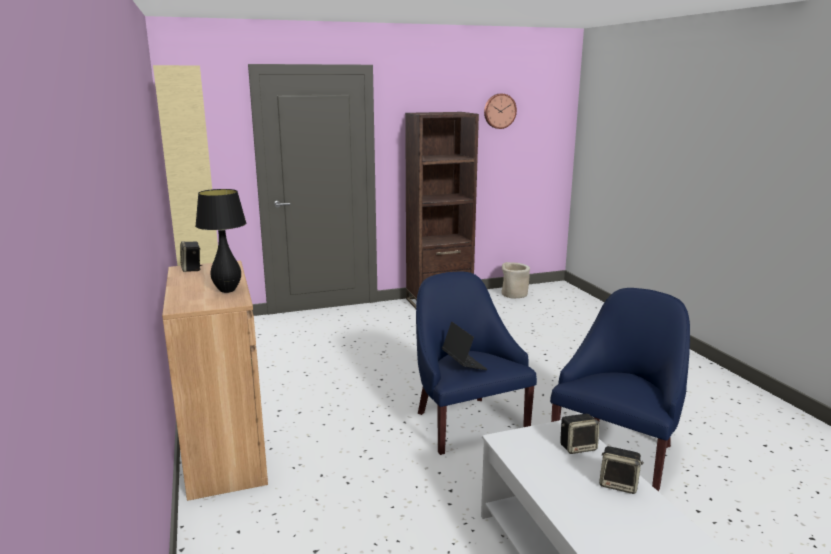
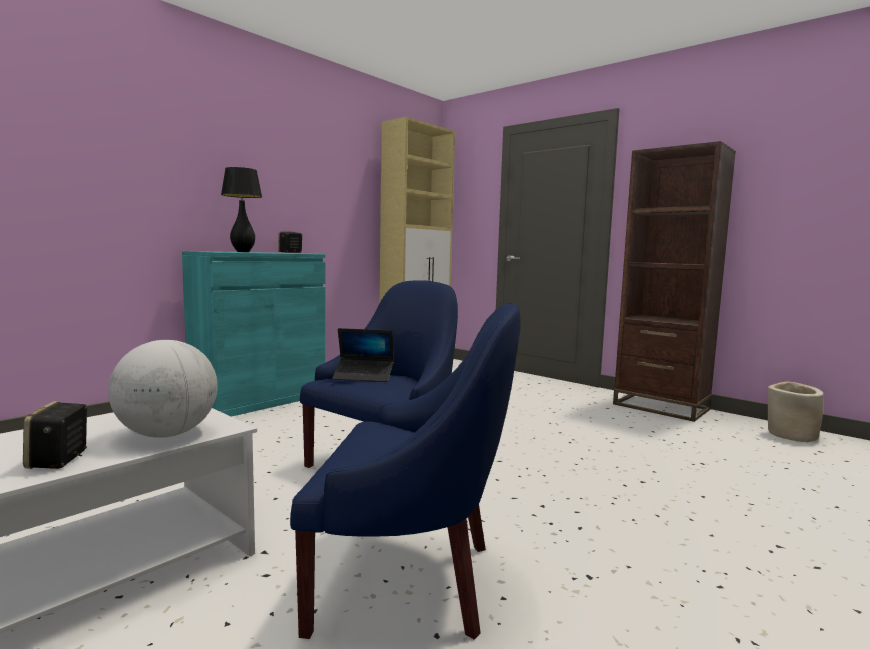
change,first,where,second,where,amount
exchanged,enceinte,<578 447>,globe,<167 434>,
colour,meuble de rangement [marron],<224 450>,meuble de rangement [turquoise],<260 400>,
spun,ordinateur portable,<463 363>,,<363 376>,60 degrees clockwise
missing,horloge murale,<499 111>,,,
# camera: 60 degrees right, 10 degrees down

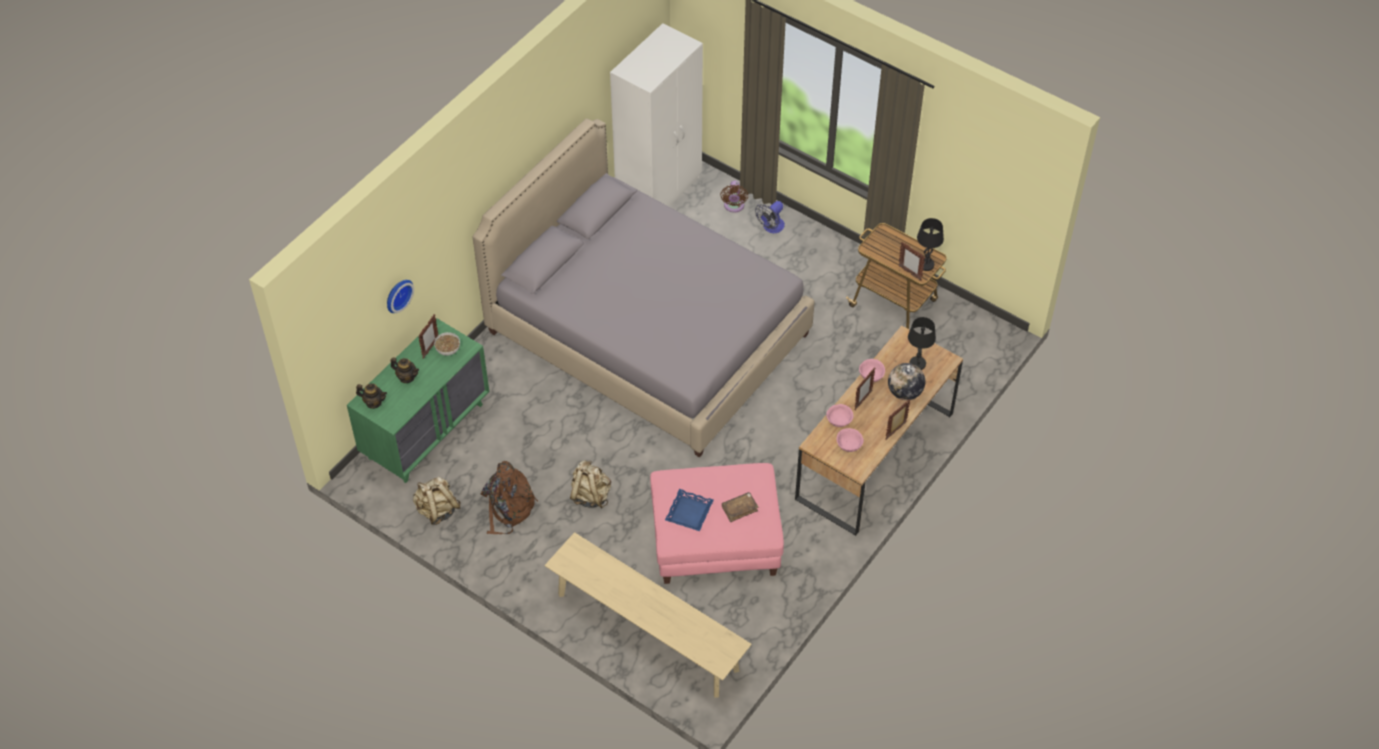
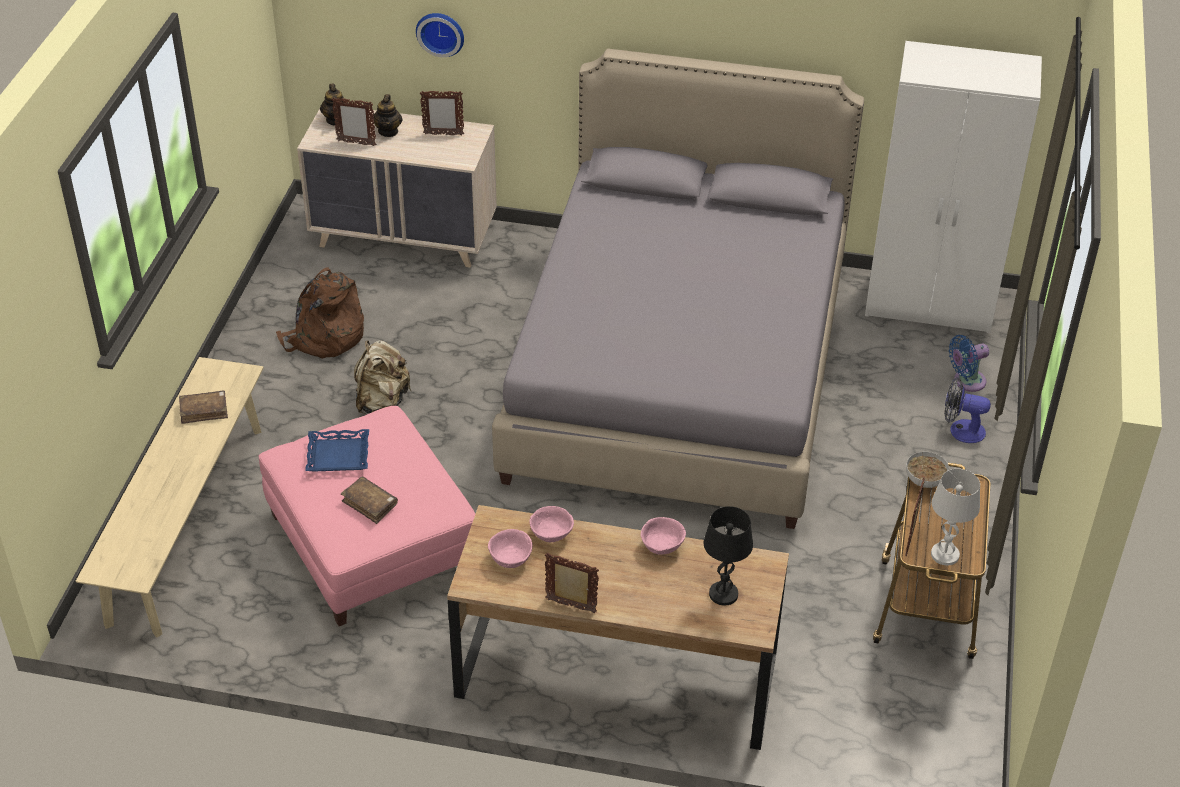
change,first,where,second,where,amount
appeared,,,livre [marron],<204 411>,
colour,commode [vert],<426 430>,commode [beige],<404 237>,
relocated,cadre photo,<862 401>,,<356 143>,
relocated,bol,<447 349>,,<924 480>,
colour,lampe de table [noir],<926 265>,lampe de table [blanc],<944 555>,
colour,ventilateur [marron],<734 206>,ventilateur [bleu],<966 381>,
missing,sac à dos [beige],<437 510>,,,
missing,globe,<905 392>,,,
# camera: 65 degrees right, 10 degrees down

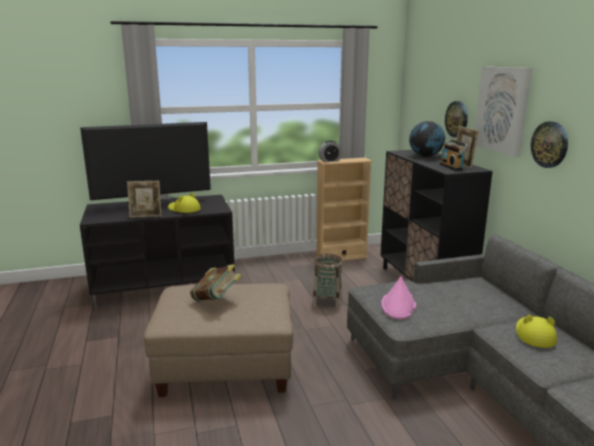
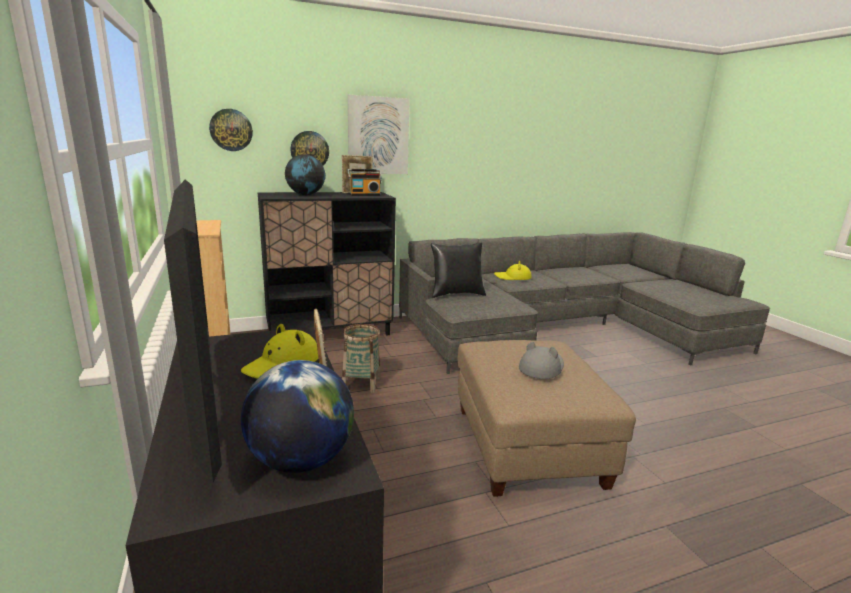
change,first,where,second,where,amount
relocated,horloge murale,<549 144>,,<231 130>,
appeared,,,globe,<301 460>,
appeared,,,coussin [noir],<456 294>,
exchanged,livre,<216 300>,chapeau [gris],<541 367>,
missing,réveil,<329 161>,,,
missing,chapeau [rose],<398 305>,,,
# camera: 95 degrees left, 0 degrees up

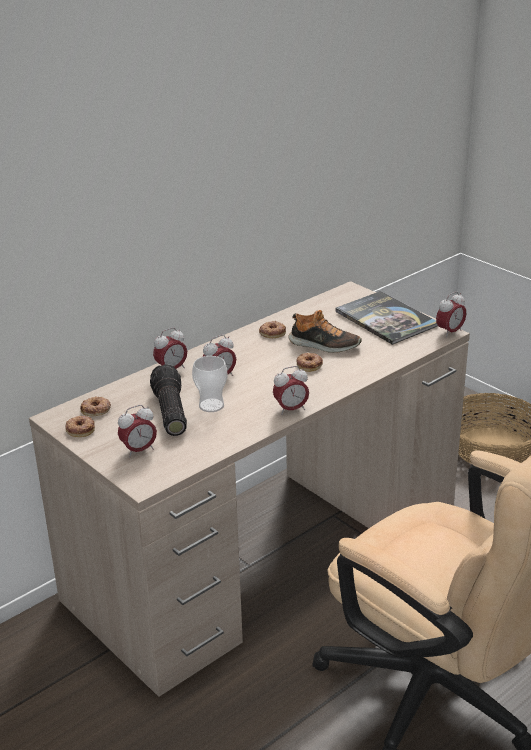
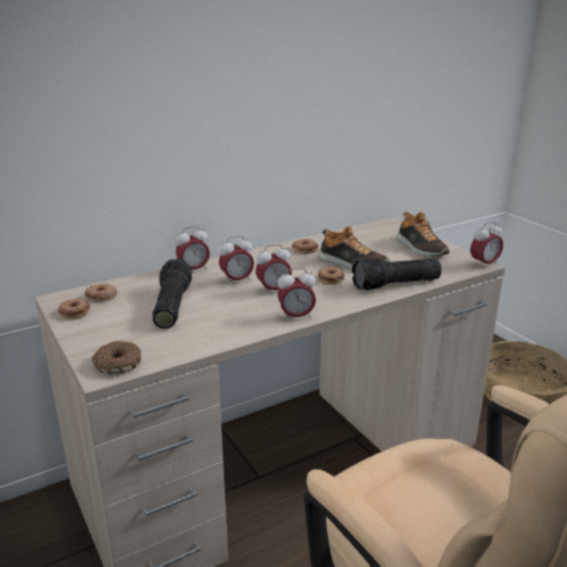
change,first,where,second,where,amount
appeared,,,beignet,<117 364>,
relocated,réveil,<139 450>,,<273 290>,
appeared,,,lampe de poche,<396 285>,
exchanged,livre,<386 319>,chaussure,<420 248>,
missing,tasse,<211 405>,,,
# camera: 10 degrees right, 5 degrees down

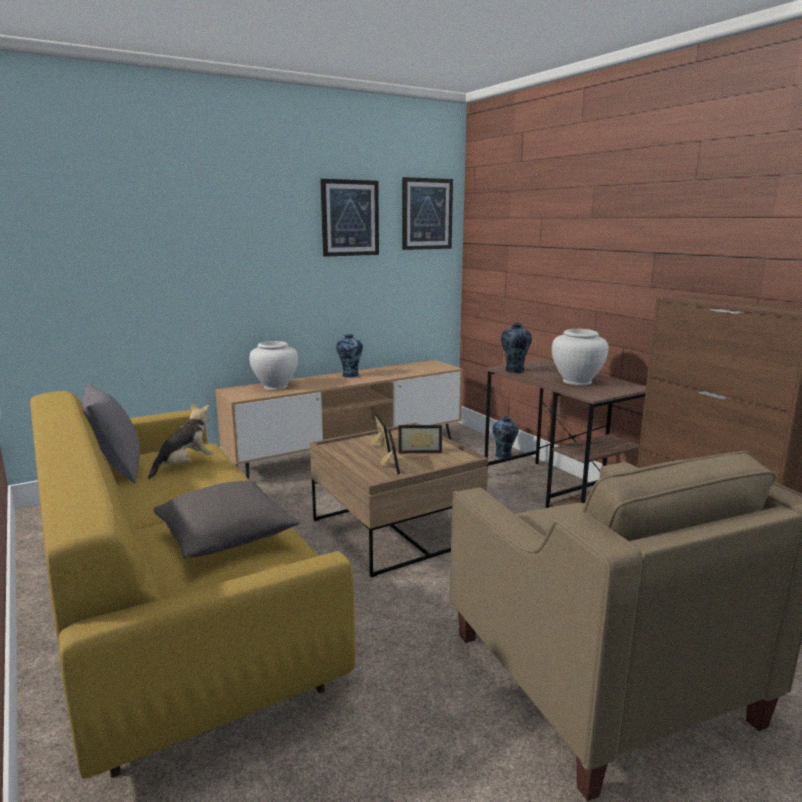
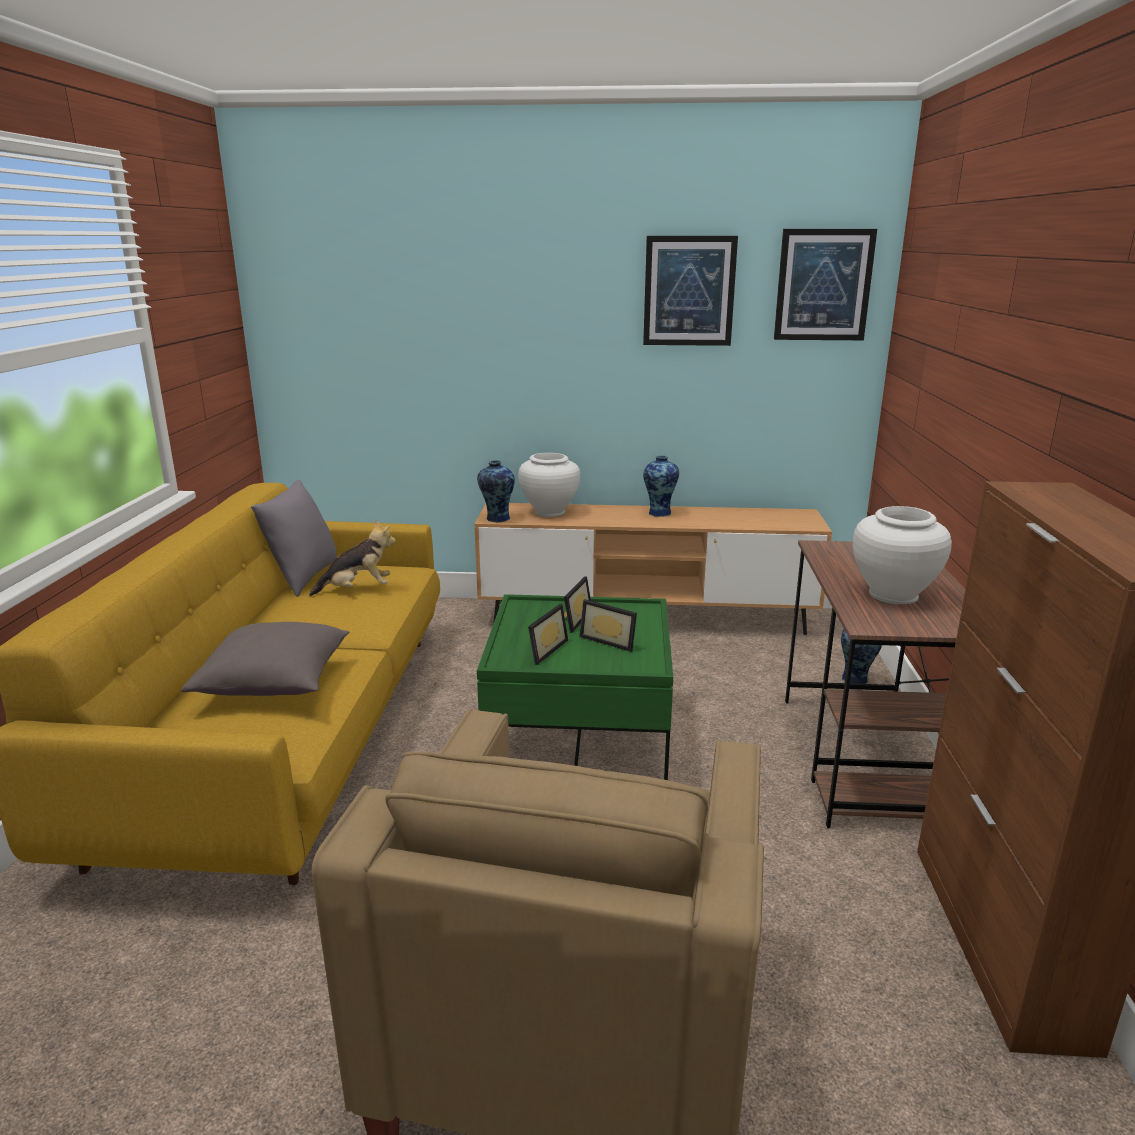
change,first,where,second,where,amount
relocated,vase,<514 371>,,<496 519>,
colour,table basse [marron],<395 530>,table basse [vert],<578 736>,
# camera: 35 degrees right, 5 degrees up

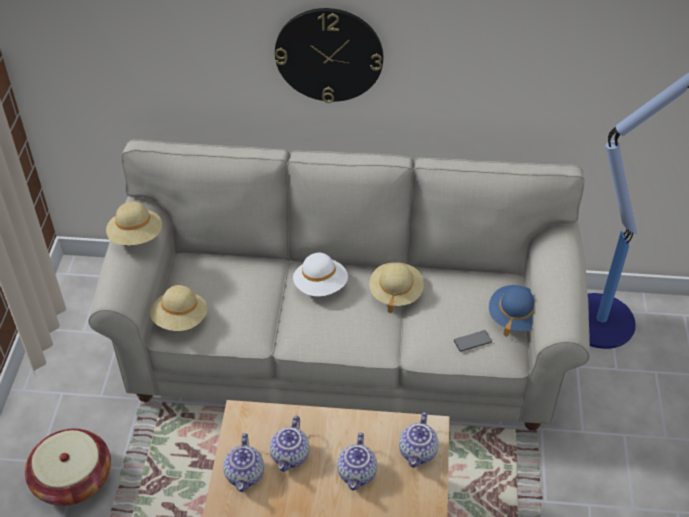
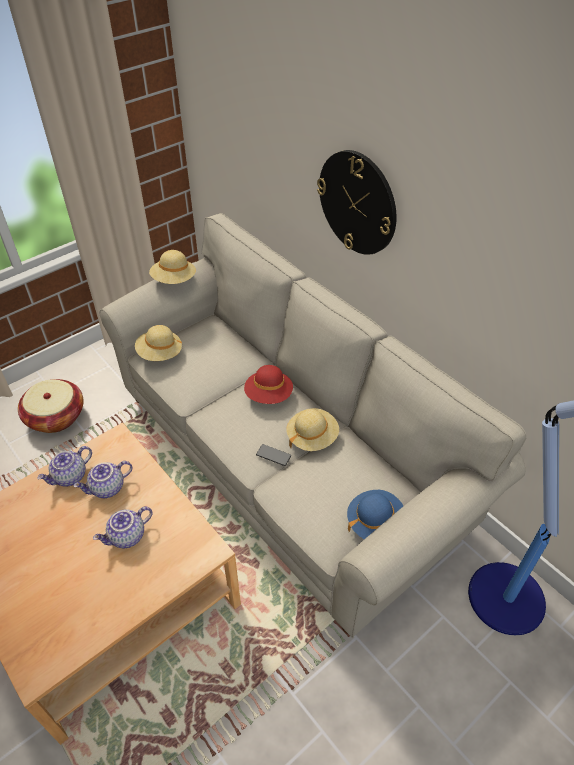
change,first,where,second,where,amount
colour,chapeau [blanc],<320 286>,chapeau [rouge],<269 395>,
relocated,téléphone,<472 341>,,<273 455>,
missing,théière,<418 452>,,,
# camera: 45 degrees right, 0 degrees up

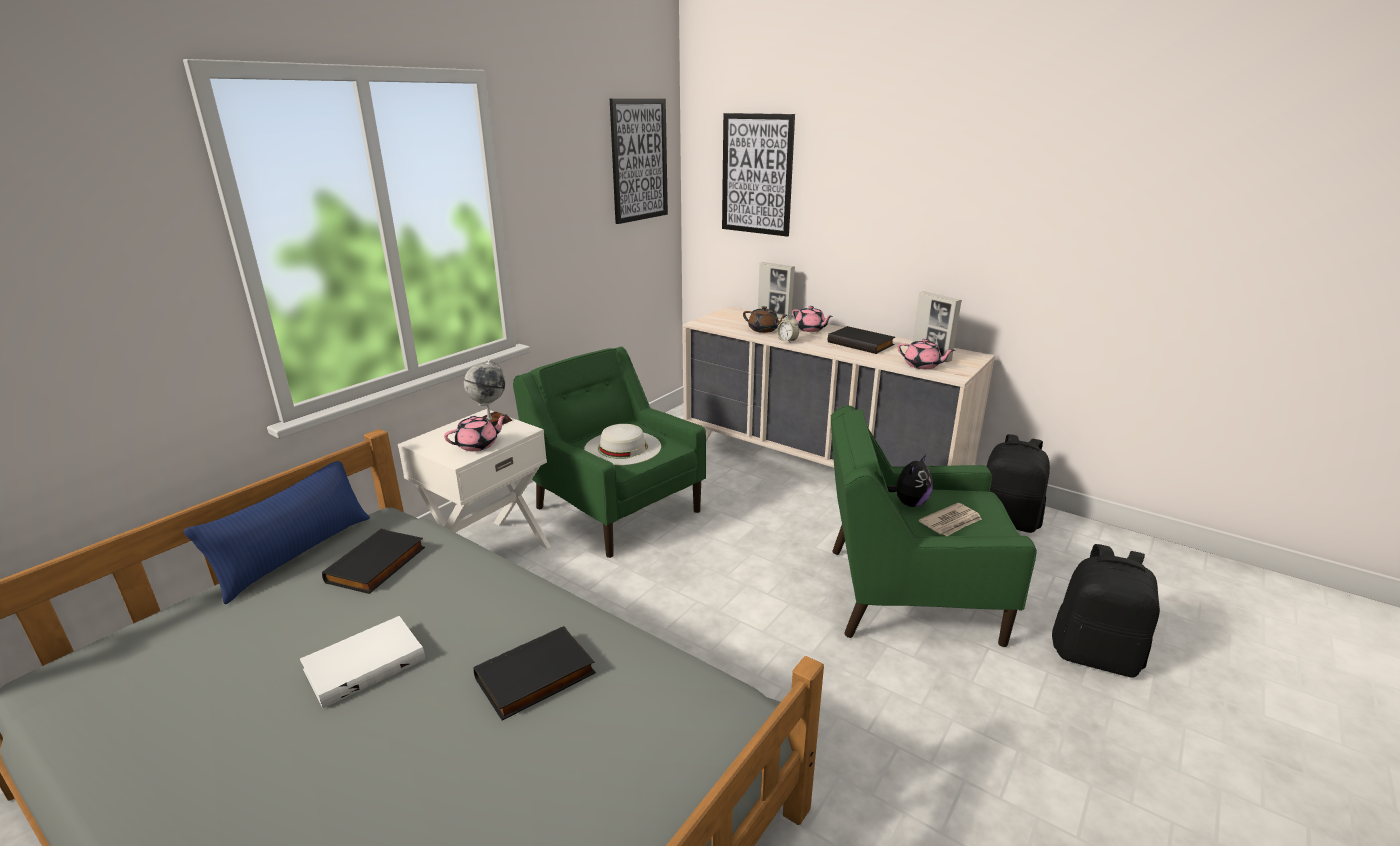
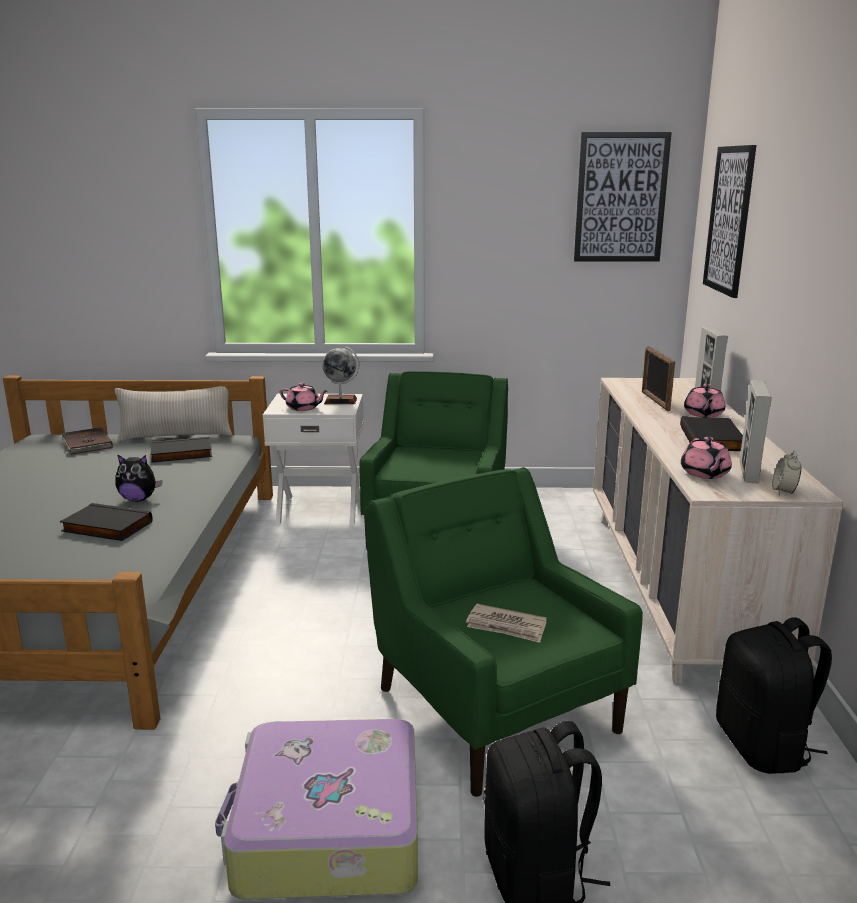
change,first,where,second,where,amount
appeared,,,livre [marron],<86 444>,
colour,coussin [bleu],<296 554>,coussin [beige],<177 436>,
relocated,peluche,<909 503>,,<139 499>,
appeared,,,valise,<326 829>,
exchanged,théière [marron],<764 330>,cadre photo,<655 401>,
relocated,réveil,<787 341>,,<784 491>,
missing,livre [blanc],<365 663>,,,
missing,chapeau [blanc],<622 447>,,,
# camera: 55 degrees right, 5 degrees down

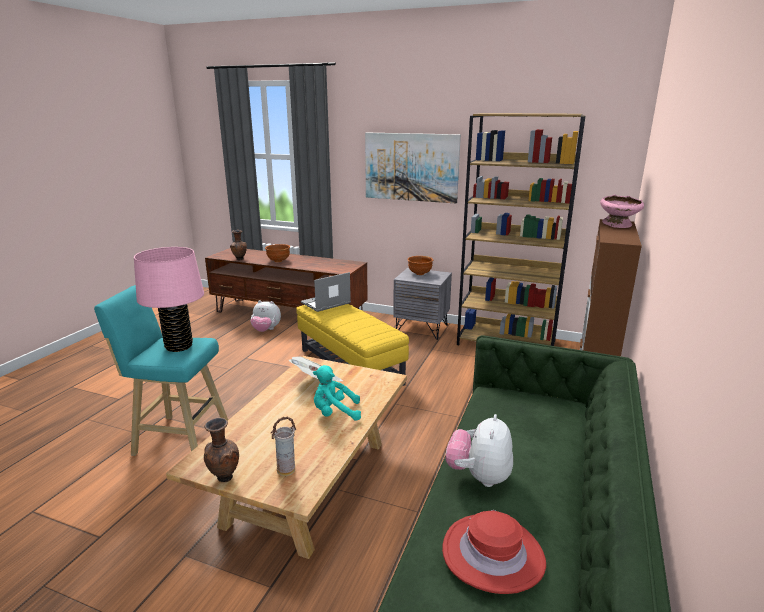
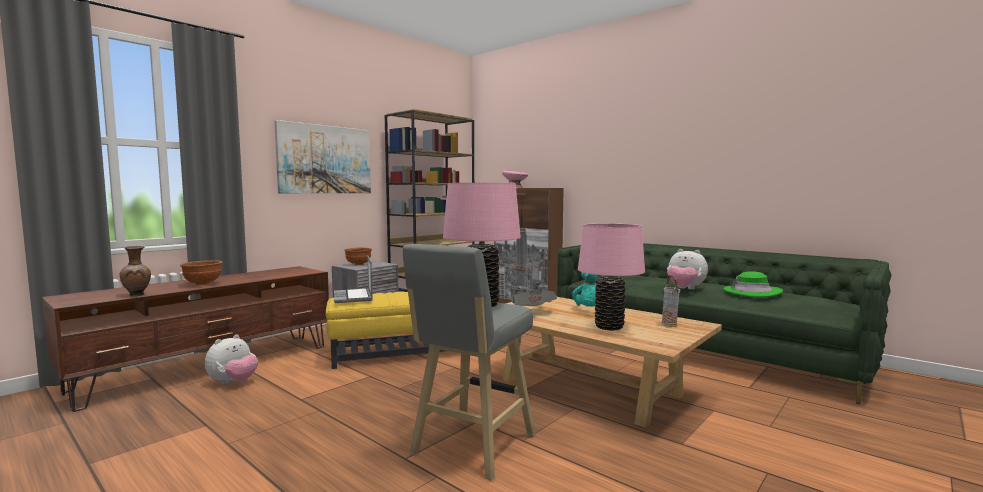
change,first,where,second,where,amount
colour,tabouret [turquoise],<178 438>,tabouret [gris],<471 447>,
appeared,,,lampe de table [rose],<609 327>,
colour,chapeau [rouge],<493 554>,chapeau [vert],<752 292>,
missing,vase [marron],<223 477>,,,
# camera: 70 degrees left, 15 degrees down

